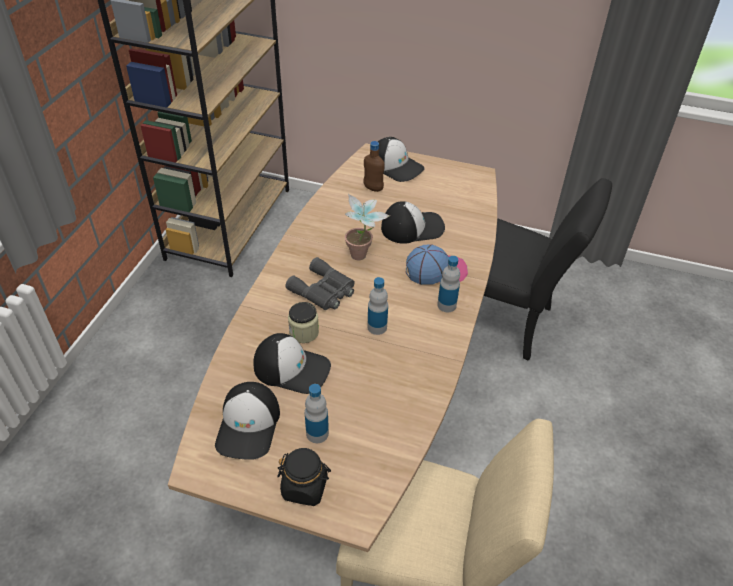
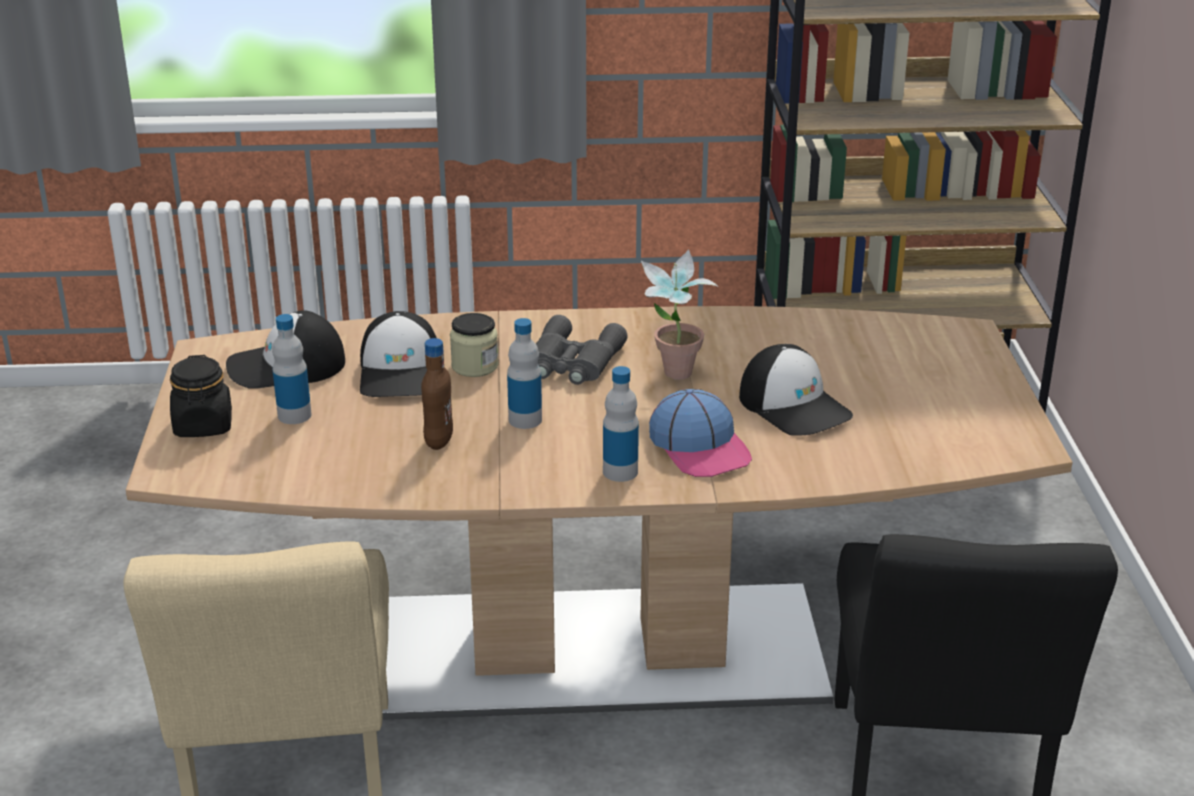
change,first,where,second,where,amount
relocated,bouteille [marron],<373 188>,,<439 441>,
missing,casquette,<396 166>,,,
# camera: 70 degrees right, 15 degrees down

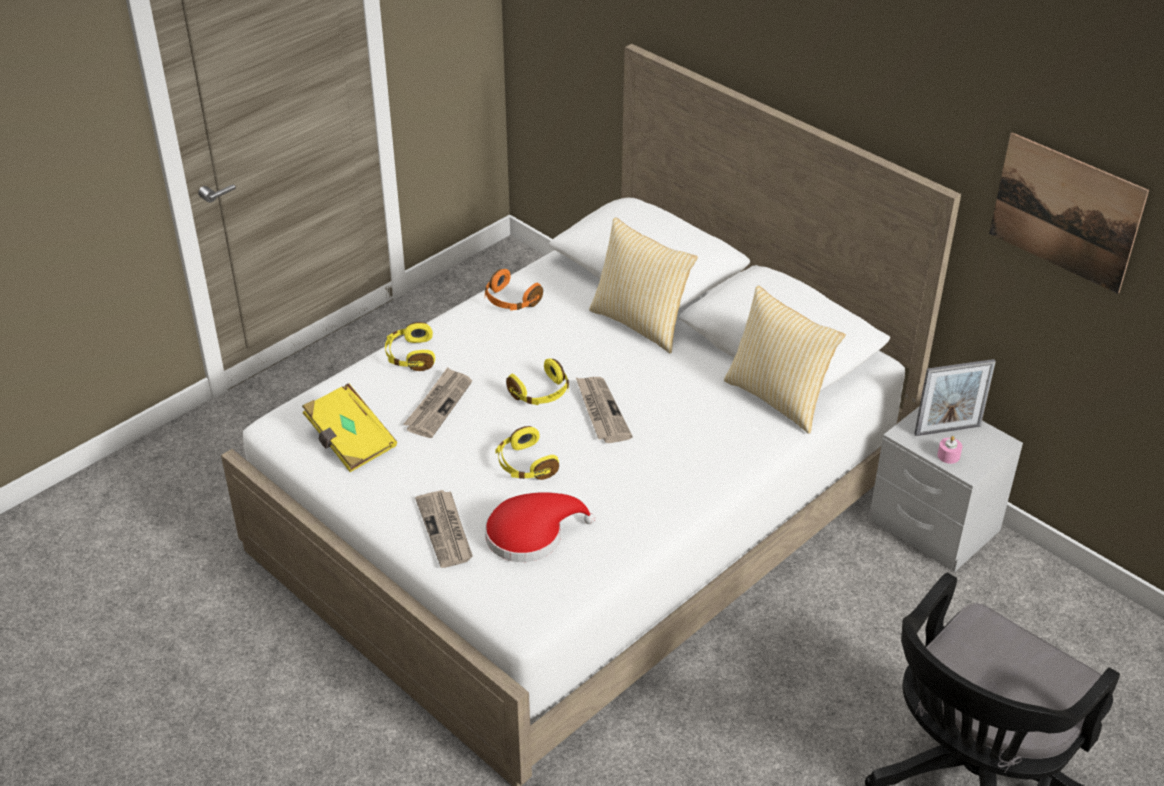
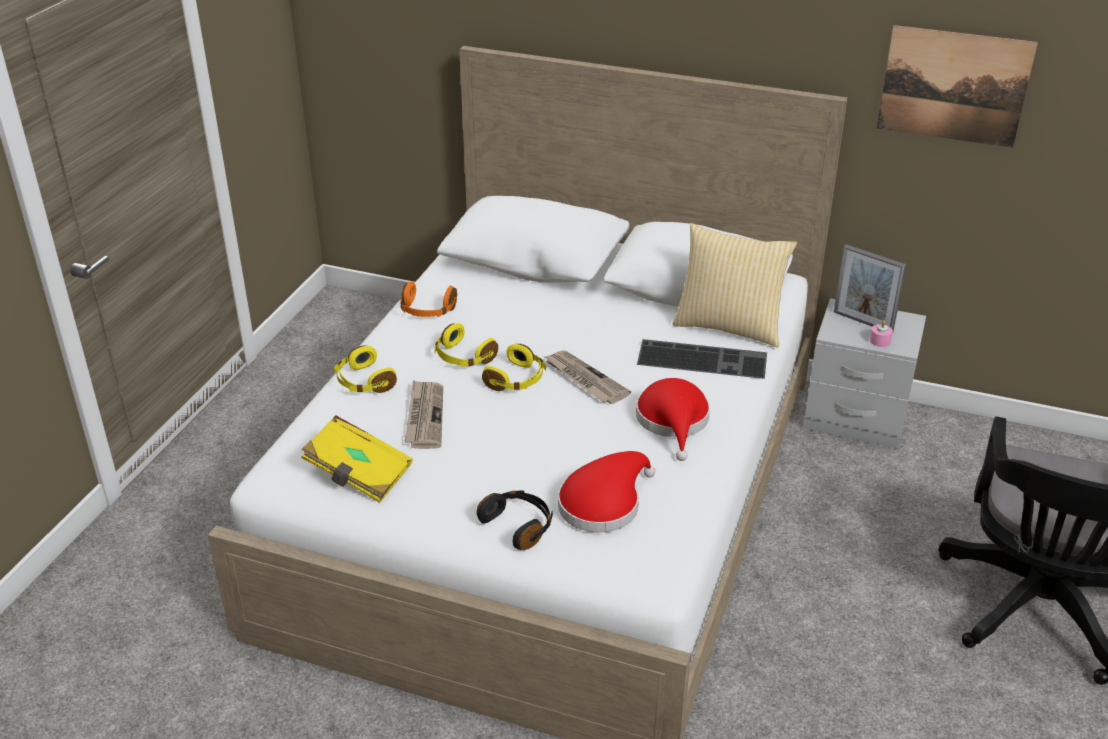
change,first,where,second,where,amount
relocated,casque audio [jaune],<525 465>,,<463 357>,
exchanged,journal,<446 530>,casque audio [noir],<518 526>,
appeared,,,chapeau [rouge],<673 421>,
appeared,,,clavier,<703 358>,
spun,cadre photo,<947 430>,,<863 322>,75 degrees clockwise
missing,coussin,<641 323>,,,
# camera: 25 degrees left, 5 degrees down

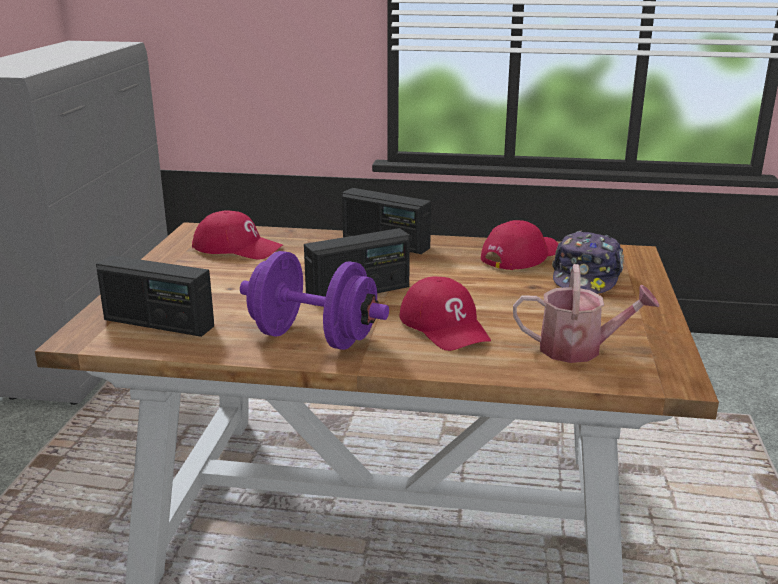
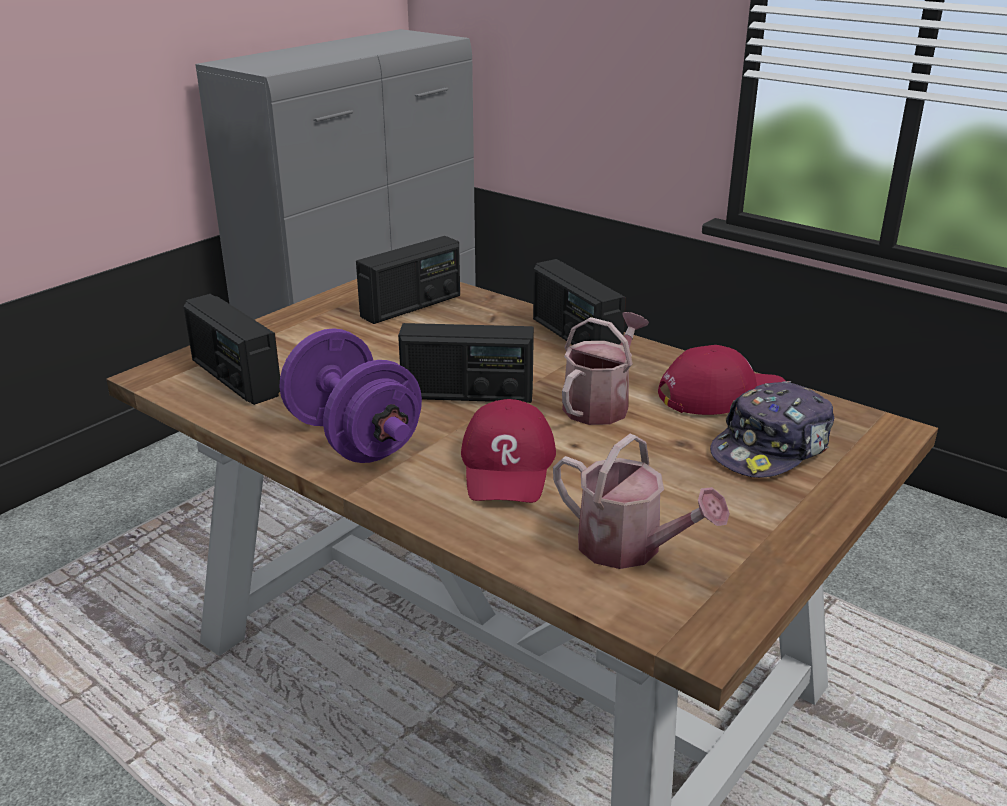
change,first,where,second,where,amount
exchanged,casquette [rouge],<238 248>,radio,<411 306>,
appeared,,,arrosoir,<600 404>,
# camera: 30 degrees right, 5 degrees up

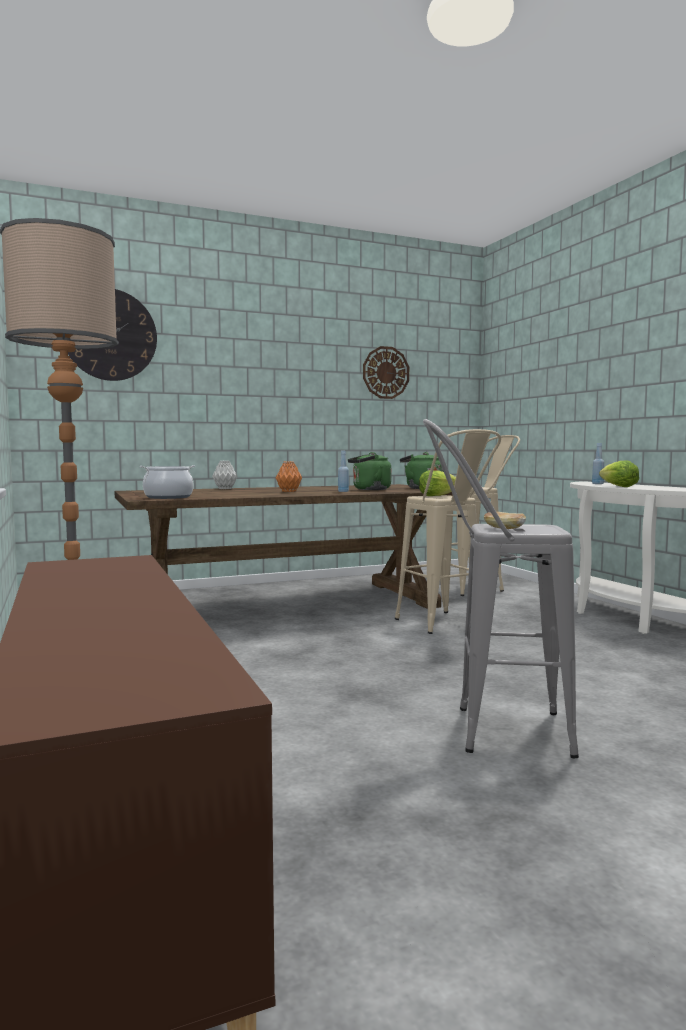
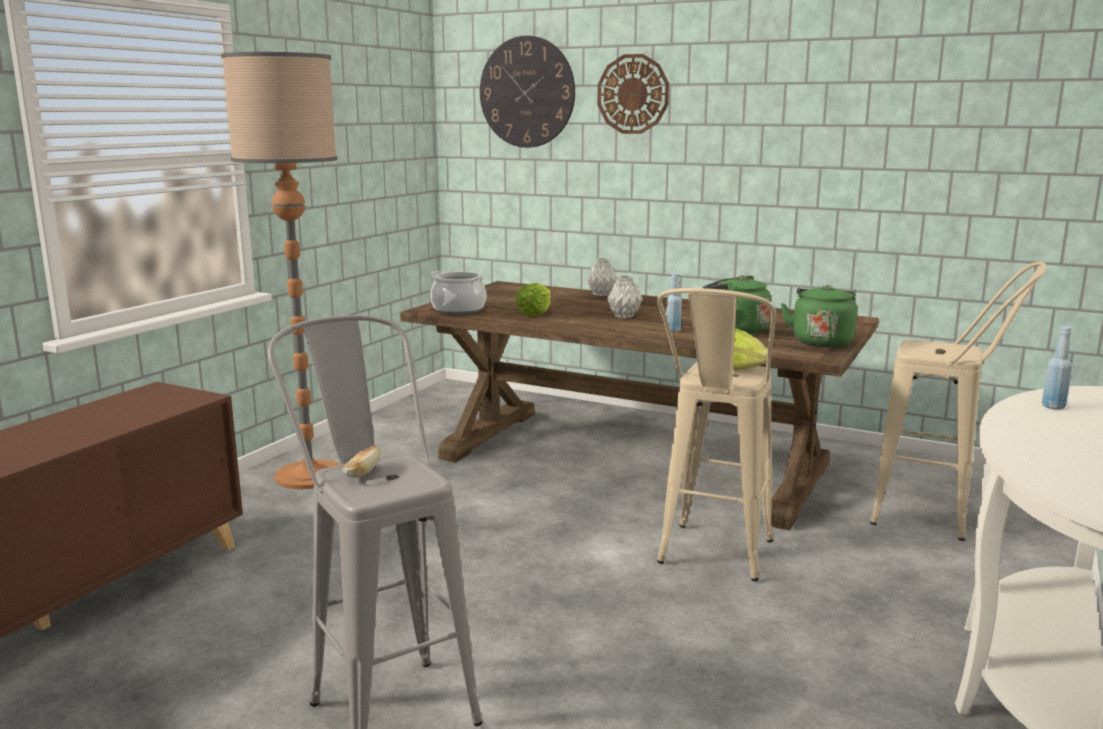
change,first,where,second,where,amount
relocated,laitue,<619 486>,,<534 314>,
relocated,horloge murale,<385 372>,,<633 94>,
colour,vase [orange],<289 491>,vase [gris],<624 316>,
# camera: 50 degrees right, 10 degrees up

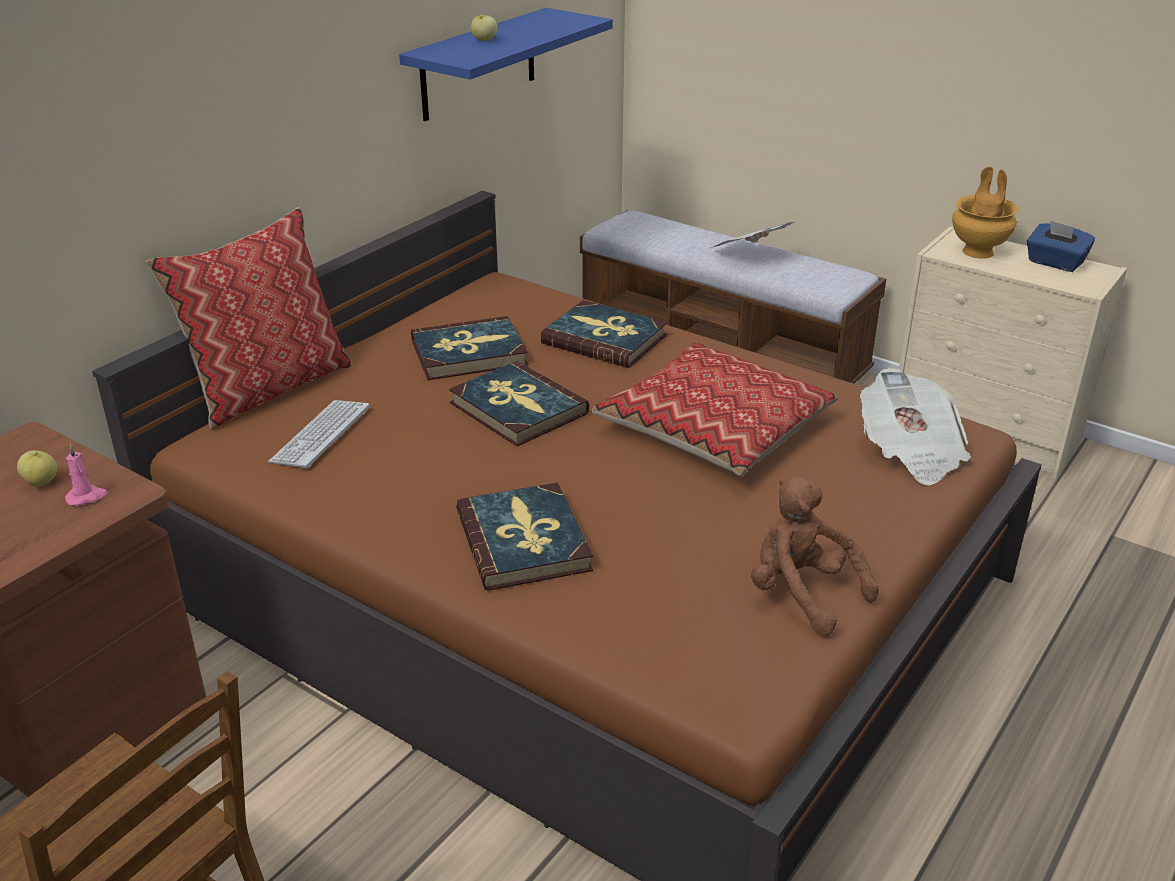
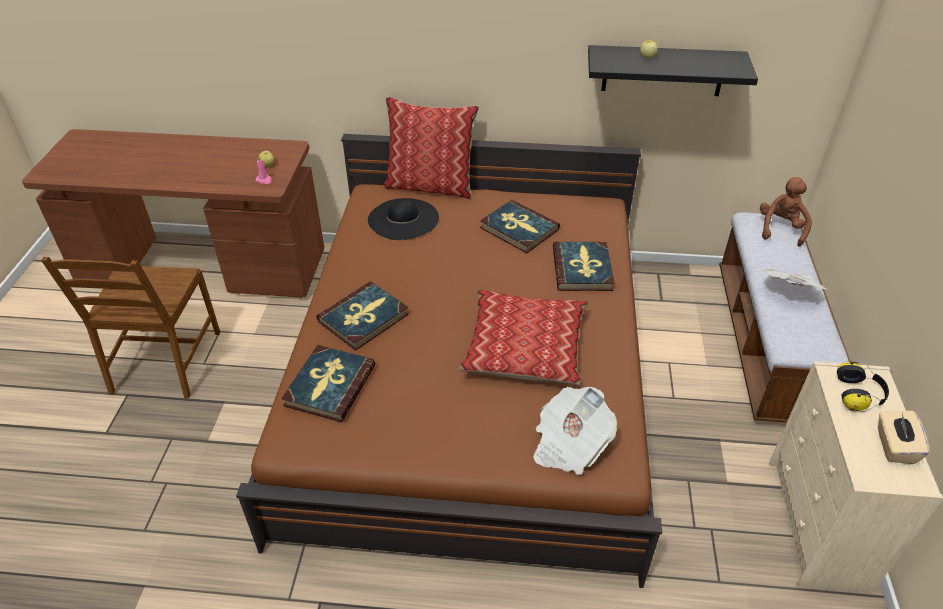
change,first,where,second,where,amount
relocated,livre,<517 408>,,<329 385>,
exchanged,clavier,<320 435>,chapeau [noir],<403 219>,
colour,étagère [bleu],<478 64>,étagère [noir],<663 70>,
relocated,peluche [marron],<802 593>,,<780 229>,
exchanged,vase [marron],<979 252>,casque audio,<859 395>,
colour,boîte à mouchoirs [bleu],<1055 263>,boîte à mouchoirs [beige],<894 446>,
# camera: 60 degrees right, 10 degrees up

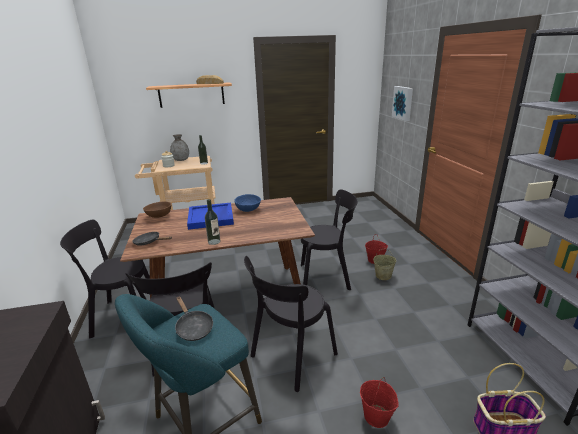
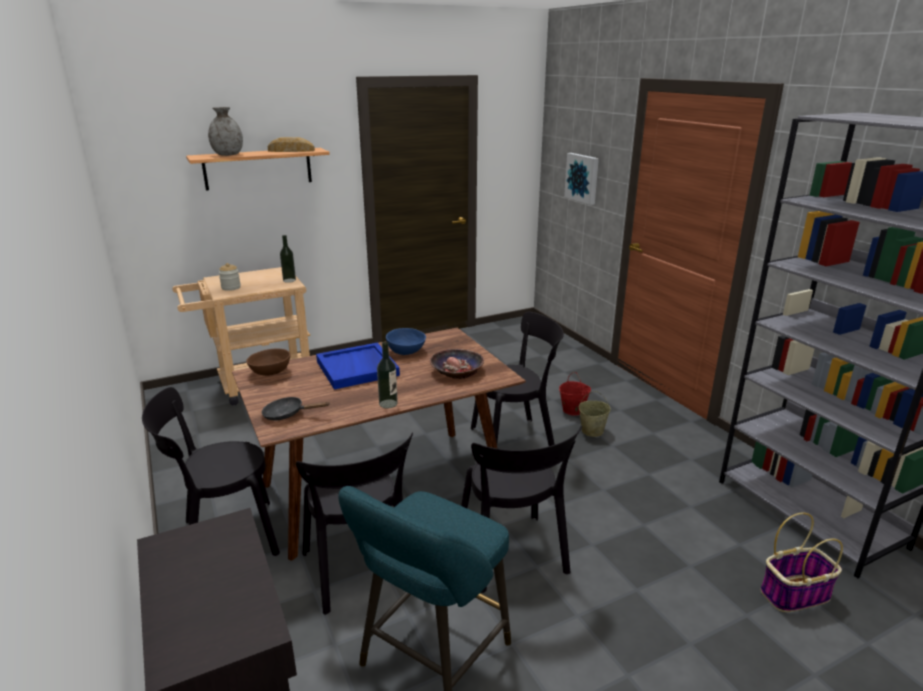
change,first,where,second,where,amount
relocated,vase [gris],<181 160>,,<228 155>,
appeared,,,bol,<457 371>,
spun,chaise [noir],<291 357>,,<512 556>,45 degrees counterclockwise
missing,poêle [noir],<193 328>,,,
missing,seau [rouge],<377 417>,,,
# camera: 15 degrees left, 0 degrees up

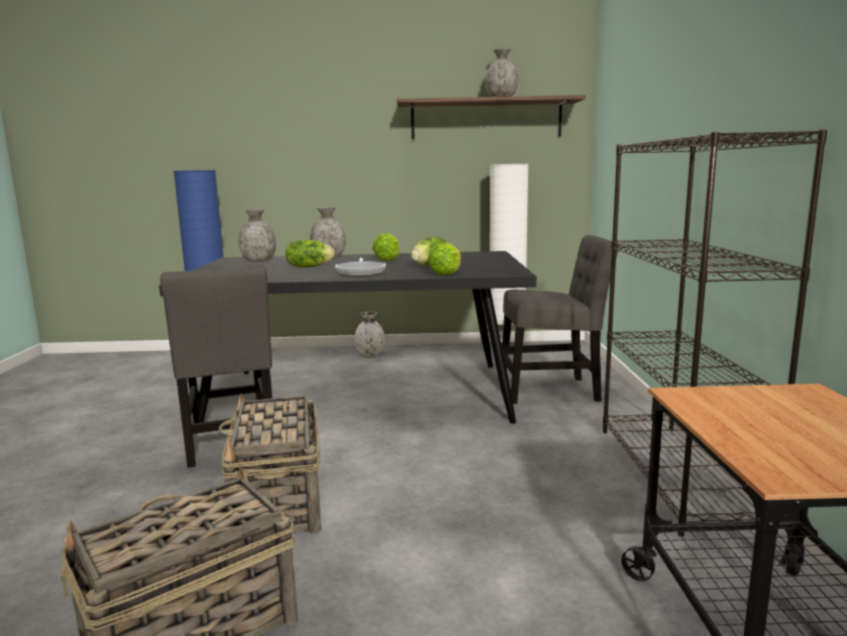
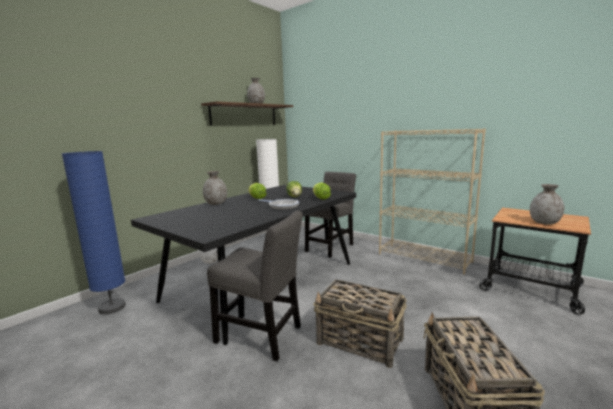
change,first,where,second,where,amount
colour,bibliothèque [noir],<676 474>,bibliothèque [beige],<424 258>,
relocated,vase [gris],<259 261>,,<544 223>,
missing,laitue,<309 267>,,,
# camera: 50 degrees left, 0 degrees up

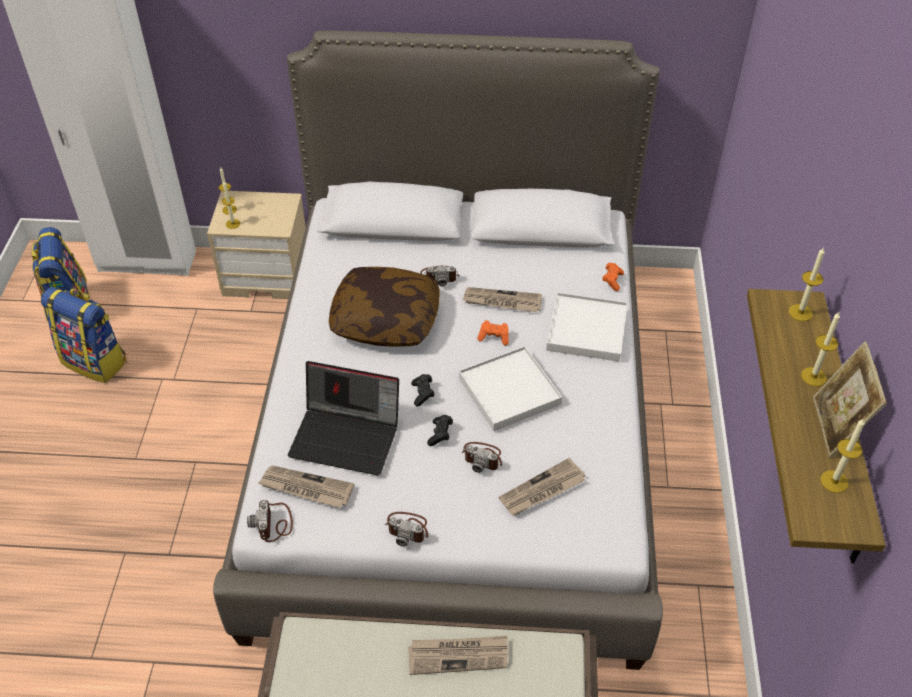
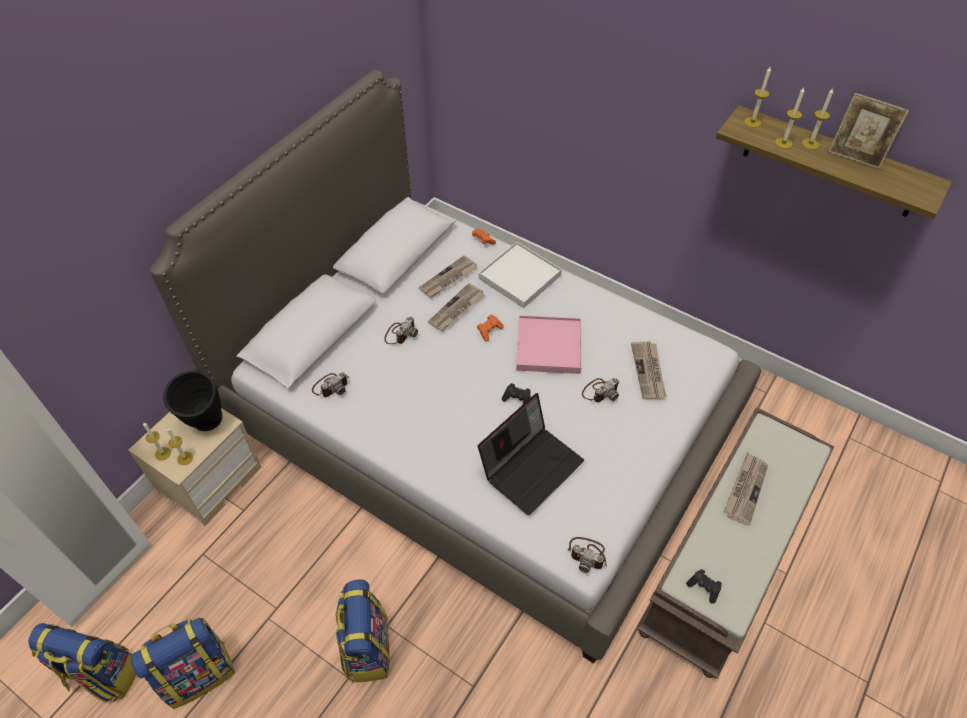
change,first,where,second,where,amount
appeared,,,vase [noir],<206 425>,
relocated,appareil photo,<408 529>,,<331 386>,
appeared,,,sac à dos,<366 647>,
relocated,journal,<306 488>,,<448 279>,
colour,plateau [blanc],<509 391>,plateau [rose],<549 346>,
relocated,manette [noir],<440 434>,,<704 588>,
relocated,bougie,<834 481>,,<783 143>,
missing,coussin,<386 320>,,,
# camera: 60 degrees left, 5 degrees up

